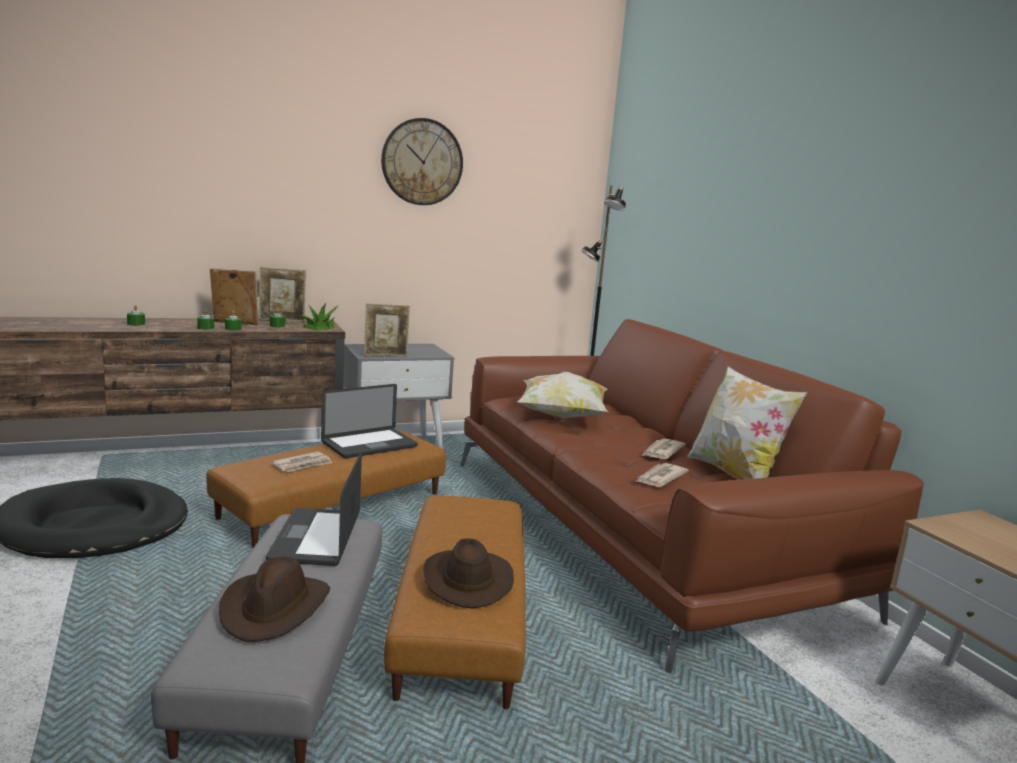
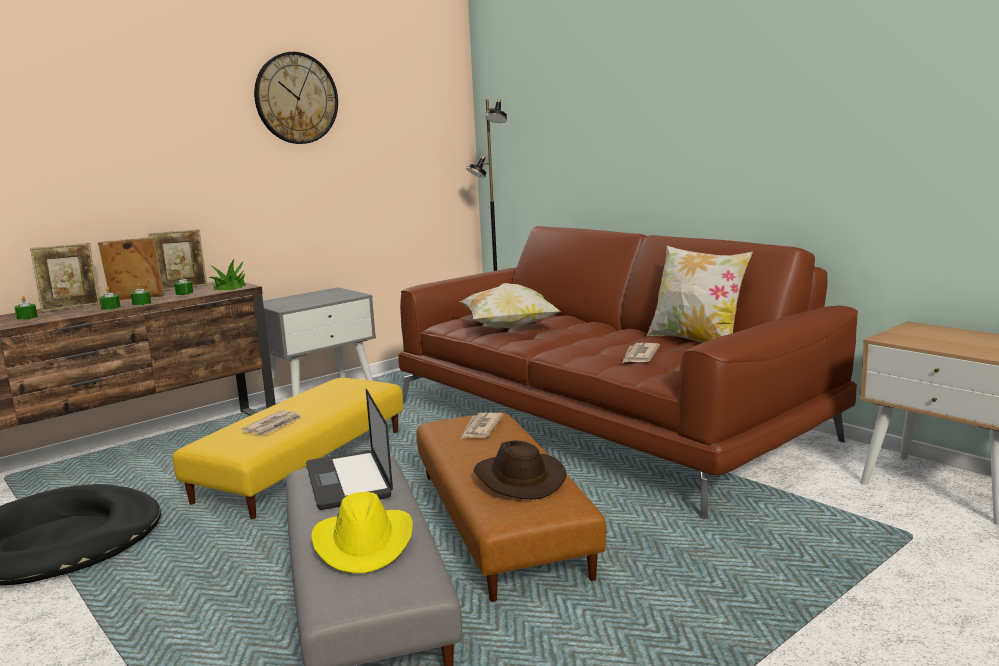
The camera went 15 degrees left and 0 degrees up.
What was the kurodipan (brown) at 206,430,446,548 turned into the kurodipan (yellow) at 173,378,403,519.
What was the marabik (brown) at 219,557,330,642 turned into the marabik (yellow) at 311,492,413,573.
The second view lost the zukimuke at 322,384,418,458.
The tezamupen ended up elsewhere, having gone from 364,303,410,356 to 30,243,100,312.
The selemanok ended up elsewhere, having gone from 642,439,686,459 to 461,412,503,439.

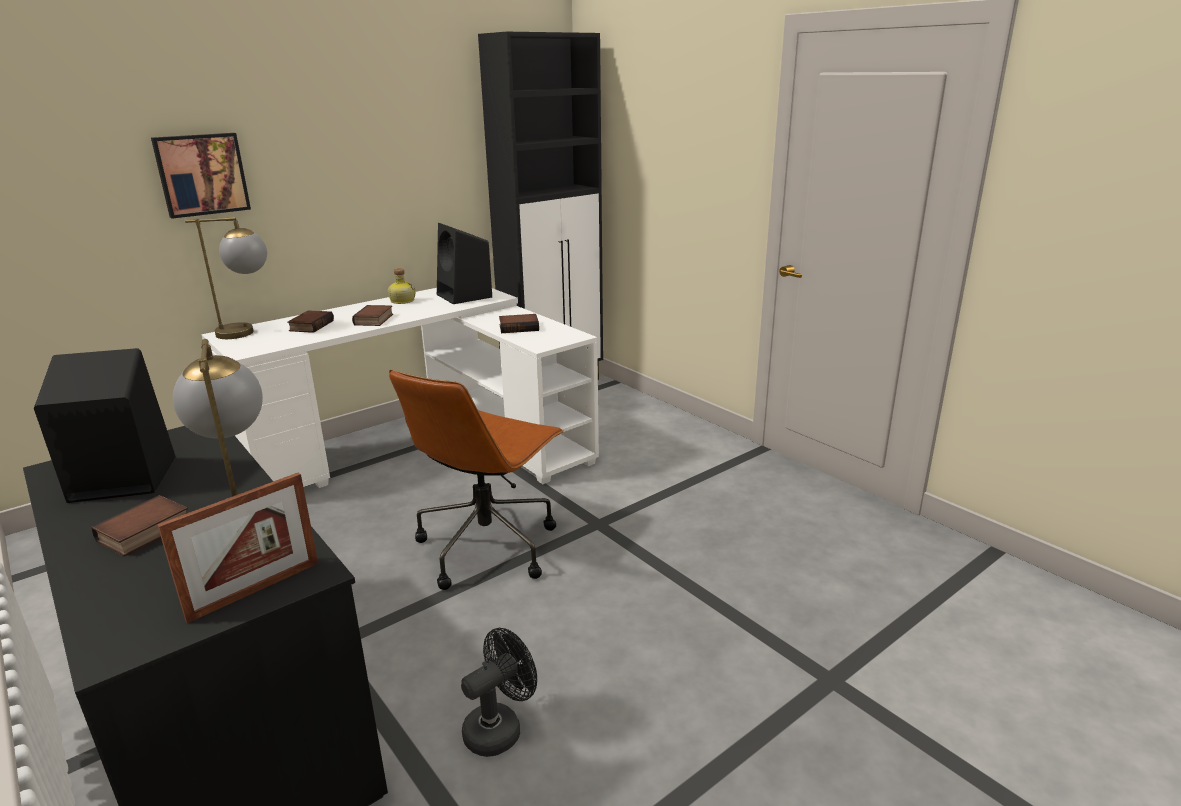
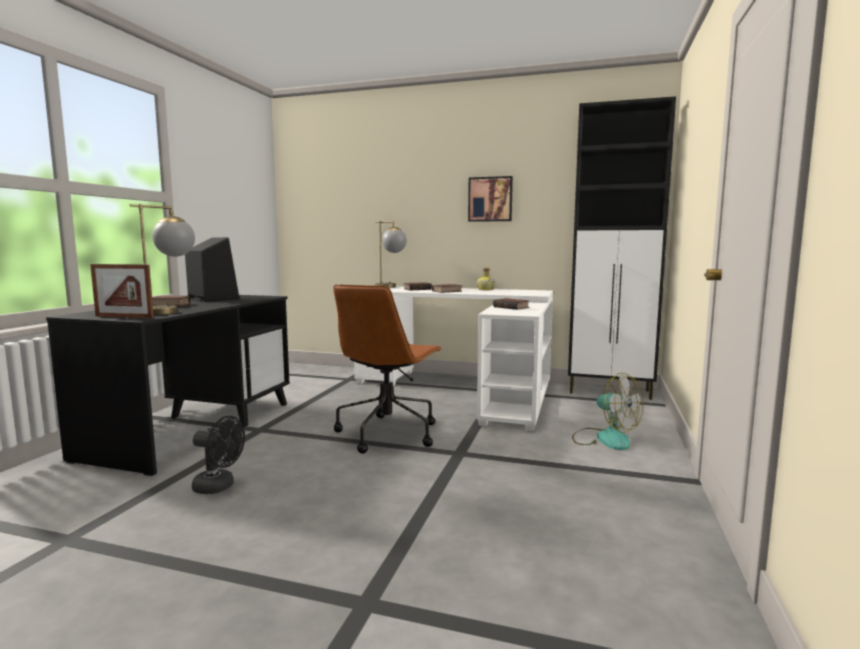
The camera went 55 degrees right and 15 degrees down.
The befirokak ended up elsewhere, having gone from 151,133,251,219 to 468,176,513,222.
The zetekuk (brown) at 389,369,564,590 ended up facing another way, 60 degrees counterclockwise from before.
The second view lost the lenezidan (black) at 437,223,492,304.
The second view gained the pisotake at 572,373,643,450.

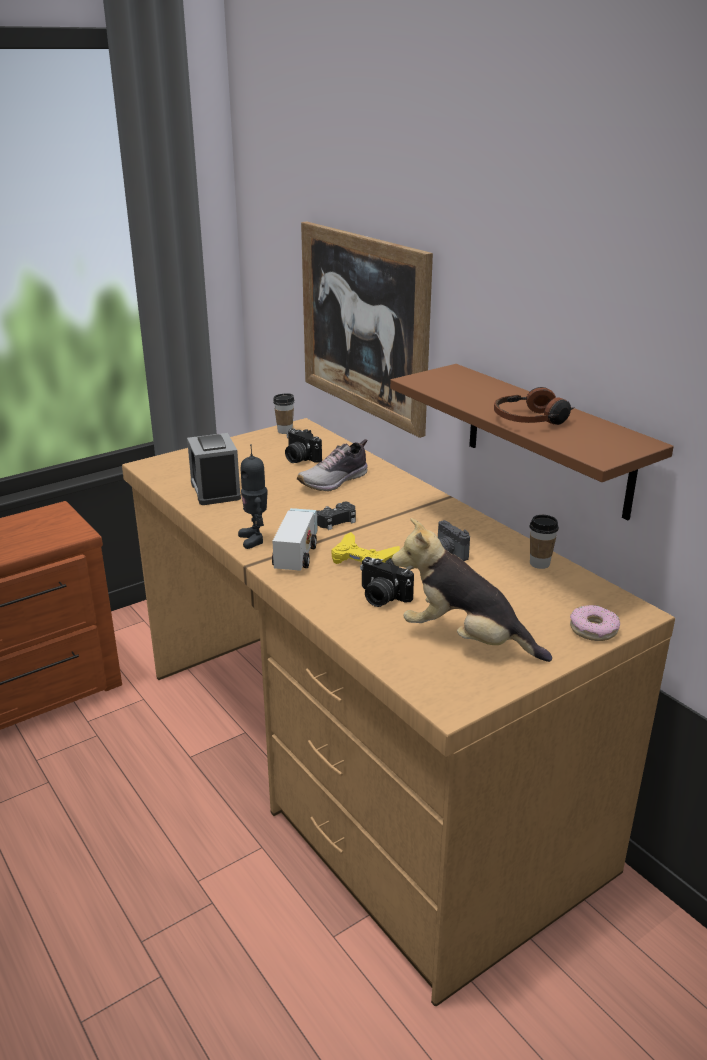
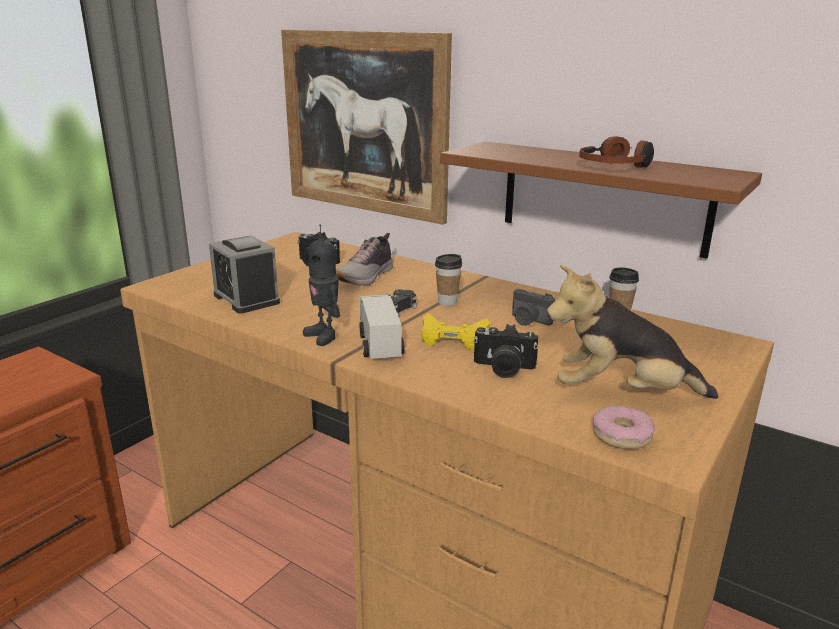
The camera went 20 degrees left and 5 degrees down.
The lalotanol ended up elsewhere, having gone from 273,393,295,434 to 435,254,462,306.
The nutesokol ended up elsewhere, having gone from 570,605,620,641 to 593,405,655,449.

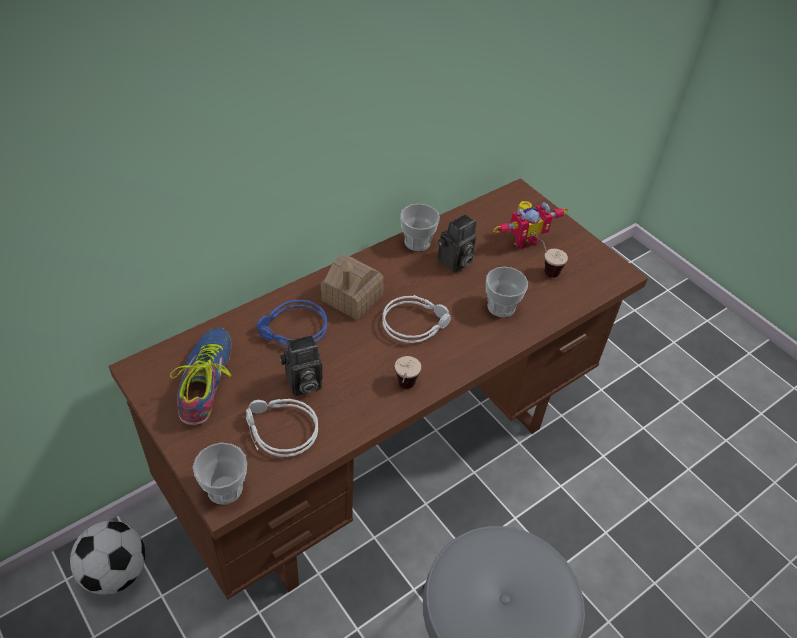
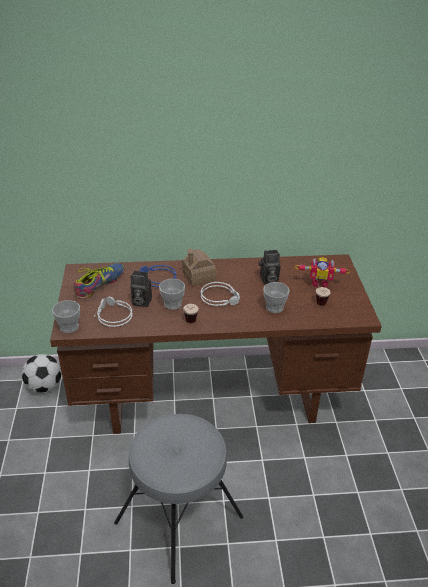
The camera went 35 degrees right and 10 degrees down.
The lalotanol ended up elsewhere, having gone from 400,204,440,251 to 159,279,185,310.

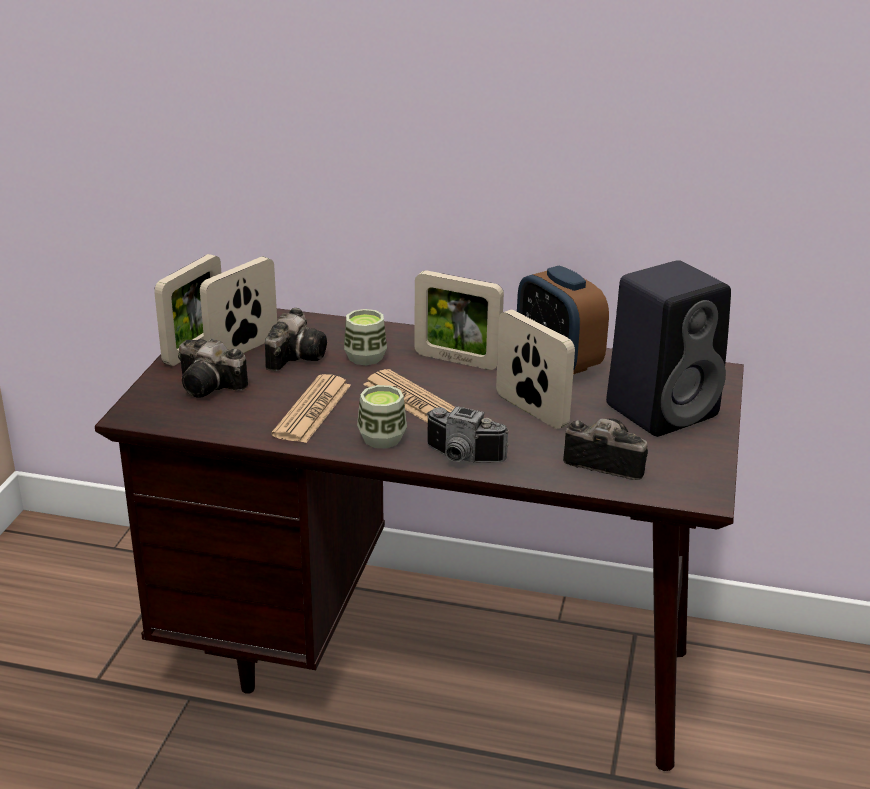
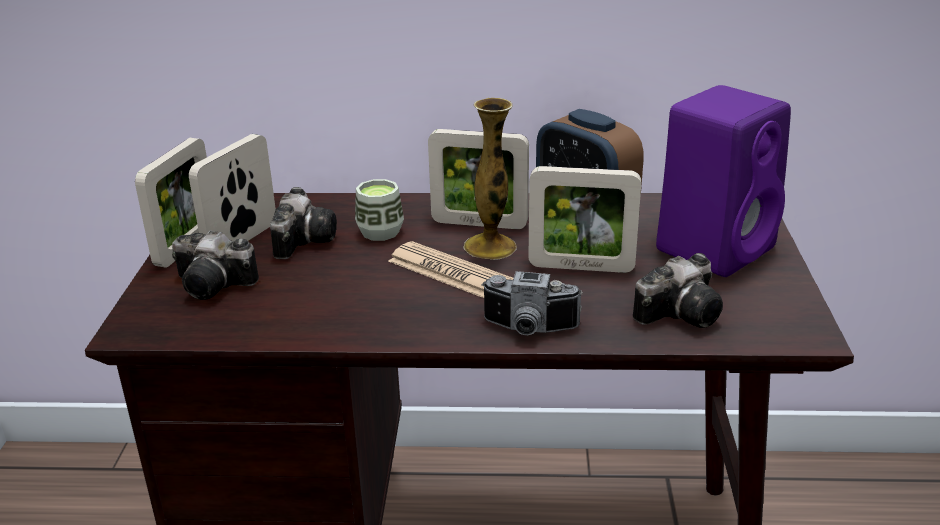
The camera went 10 degrees left and 0 degrees up.
The second view lost the selemanok at 271,374,351,443.
The second view lost the lalotanol at 357,385,407,448.
The tezamupen at 496,310,575,429 ended up facing another way, 150 degrees clockwise from before.
The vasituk at 563,418,648,480 ended up facing another way, 135 degrees clockwise from before.
What was the lenezidan (black) at 606,260,731,437 turned into the lenezidan (purple) at 656,85,791,277.
The second view gained the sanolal at 464,98,517,260.

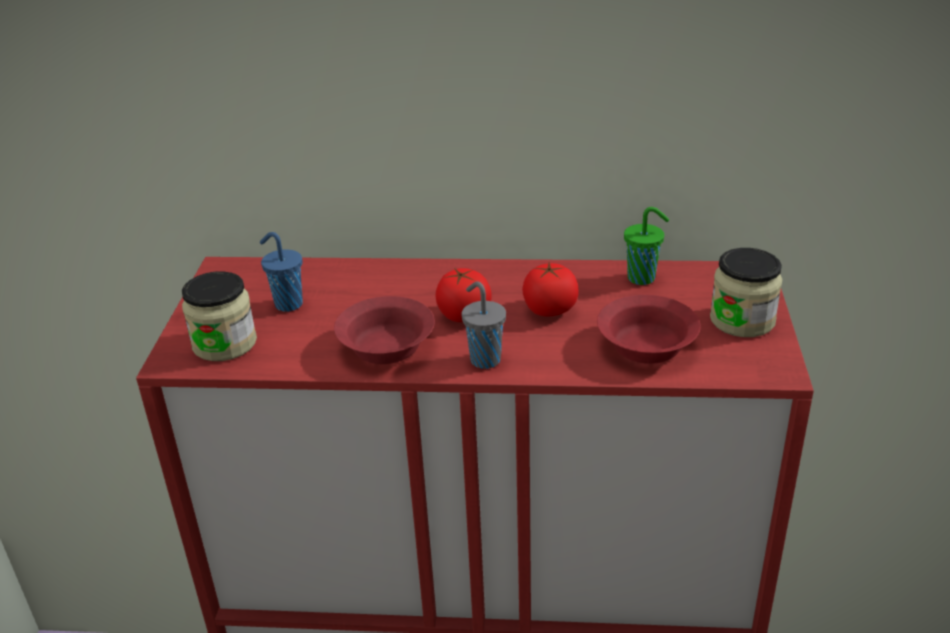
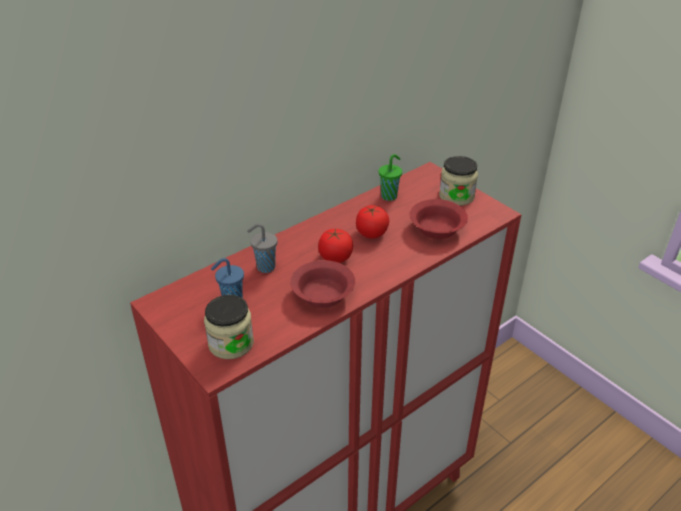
The camera went 45 degrees left and 5 degrees up.
The lalotanol (grey) ended up elsewhere, having gone from 462,282,506,369 to 247,224,278,273.

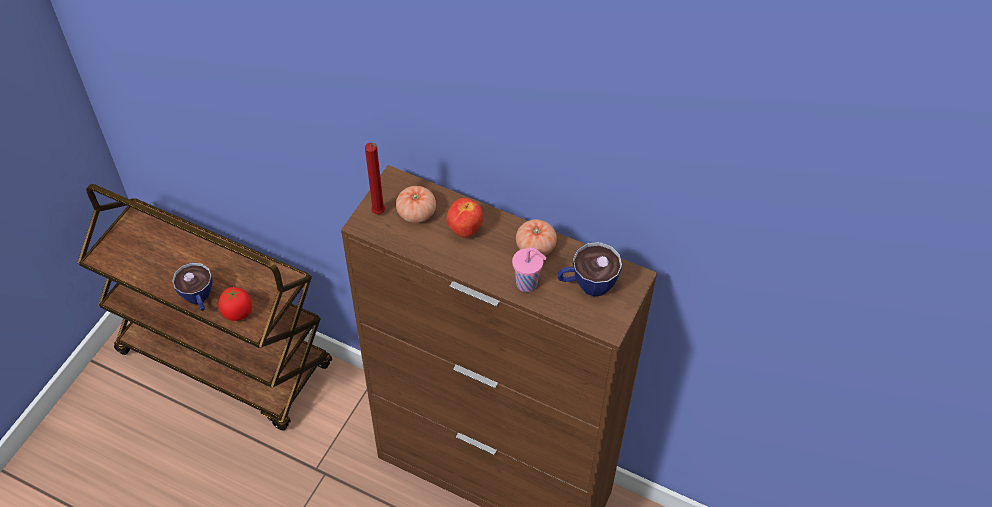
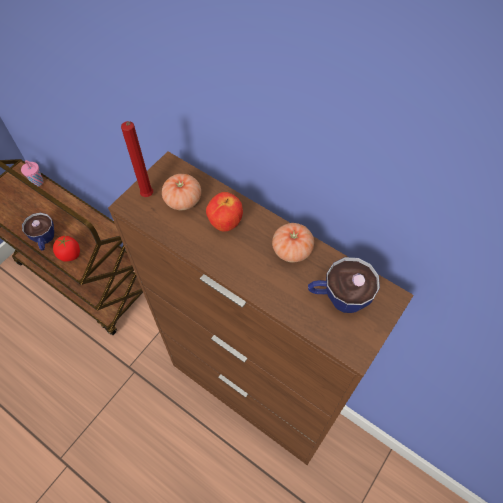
The camera went 10 degrees right and 5 degrees up.
The lalotanol (pink) ended up elsewhere, having gone from 512,247,547,292 to 21,160,44,187.

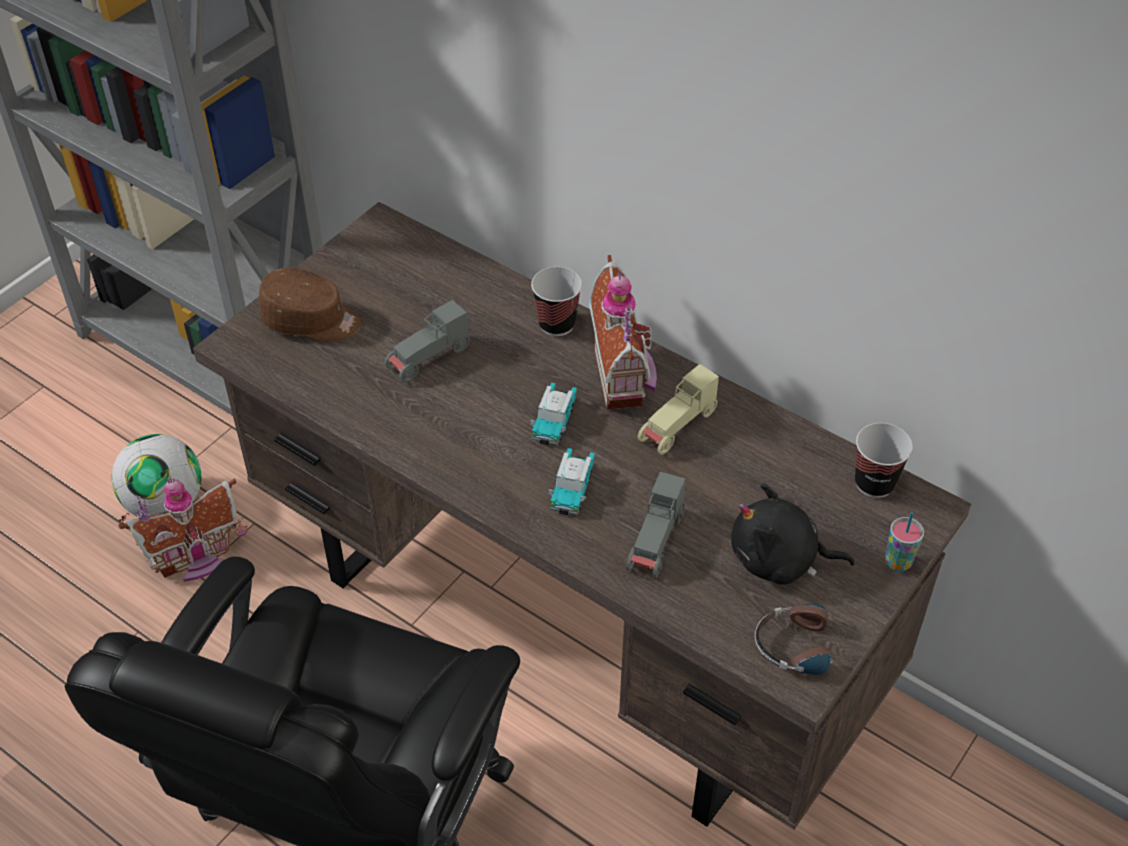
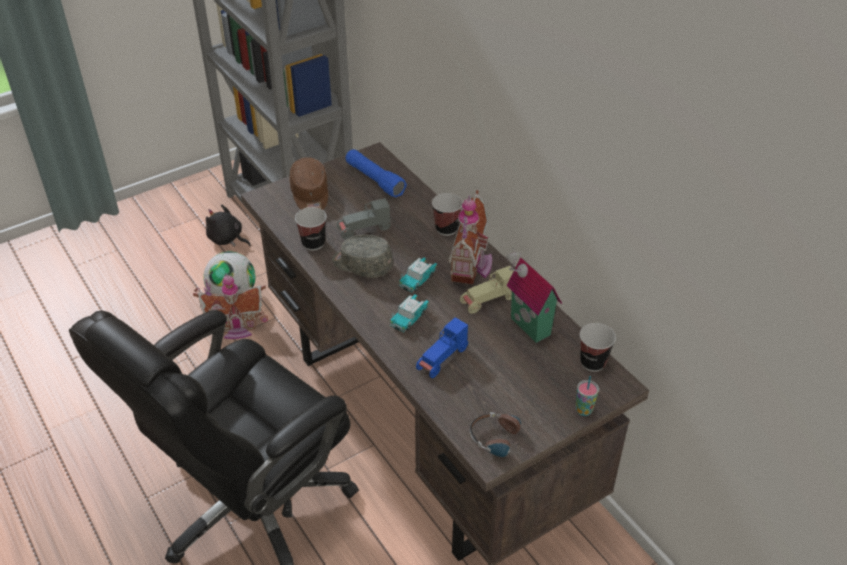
The camera went 20 degrees right and 5 degrees down.
The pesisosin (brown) at 259,267,361,341 ended up facing another way, 45 degrees clockwise from before.
What was the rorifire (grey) at 626,472,685,578 turned into the rorifire (blue) at 416,317,468,378.
The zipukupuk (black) ended up elsewhere, having gone from 731,483,855,584 to 206,204,251,247.
The second view gained the lalotanol at 295,207,327,251.
The second view gained the pesisosin (grey) at 332,235,393,278.
The second view gained the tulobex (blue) at 345,149,407,197.
The second view gained the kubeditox at 506,248,562,343.

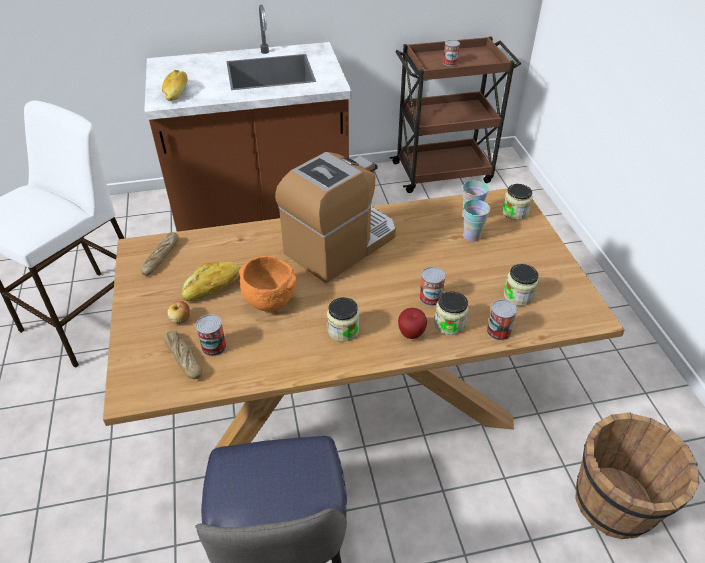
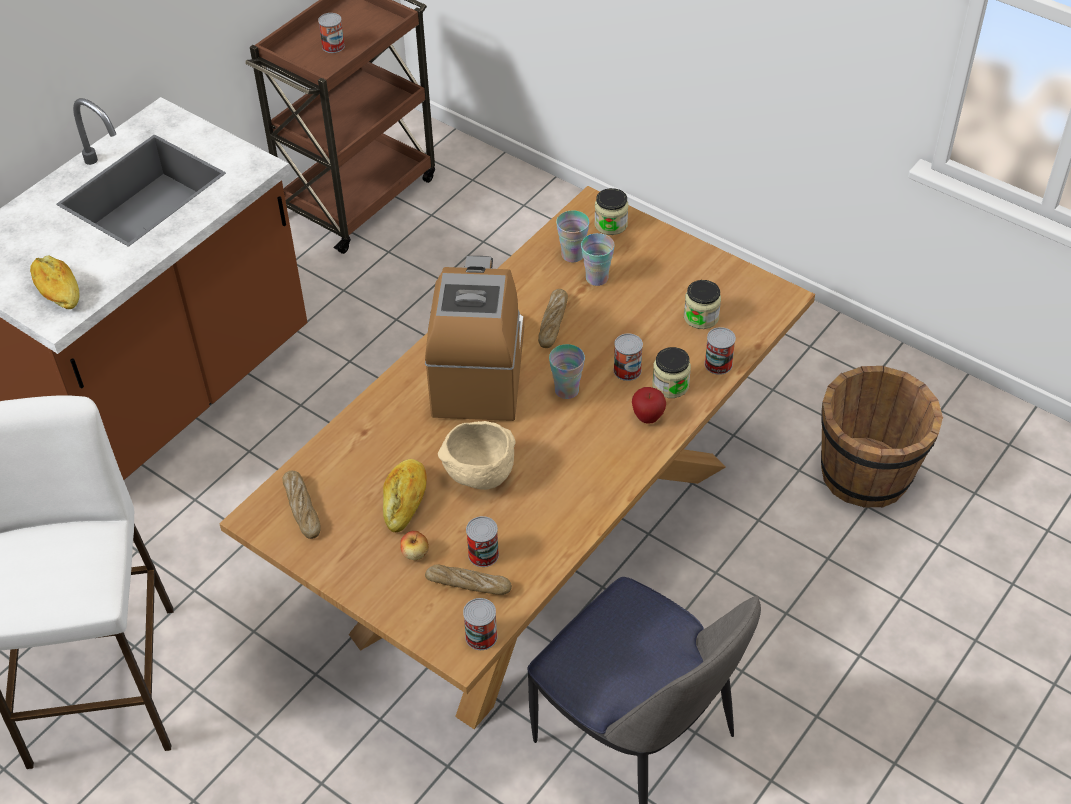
The camera went 40 degrees left and 5 degrees up.
What was the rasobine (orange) at 239,256,297,312 turned into the rasobine (beige) at 438,421,516,490.
The second view lost the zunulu at 327,297,359,342.
The second view gained the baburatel at 463,598,498,650.
The second view gained the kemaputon at 538,289,568,348.
The second view gained the lalotanol at 549,344,585,399.

